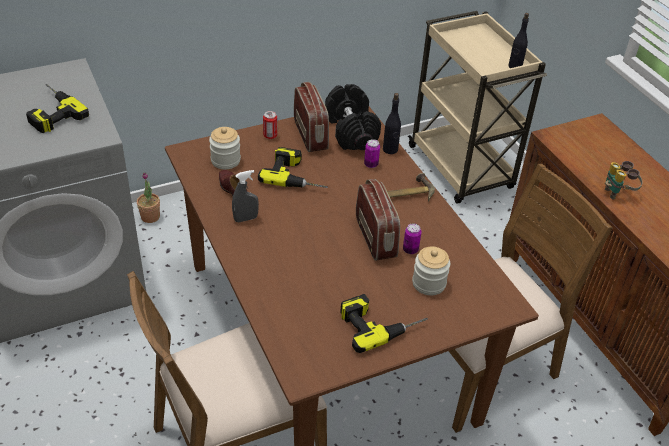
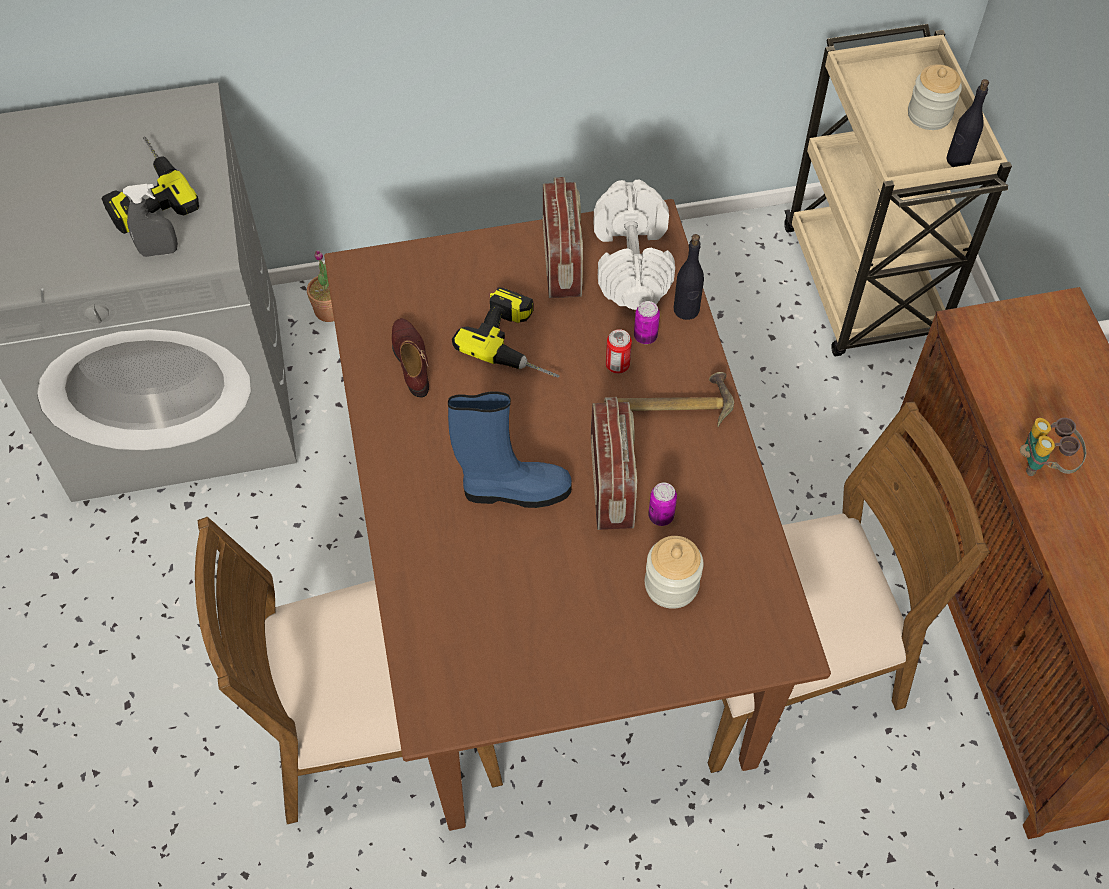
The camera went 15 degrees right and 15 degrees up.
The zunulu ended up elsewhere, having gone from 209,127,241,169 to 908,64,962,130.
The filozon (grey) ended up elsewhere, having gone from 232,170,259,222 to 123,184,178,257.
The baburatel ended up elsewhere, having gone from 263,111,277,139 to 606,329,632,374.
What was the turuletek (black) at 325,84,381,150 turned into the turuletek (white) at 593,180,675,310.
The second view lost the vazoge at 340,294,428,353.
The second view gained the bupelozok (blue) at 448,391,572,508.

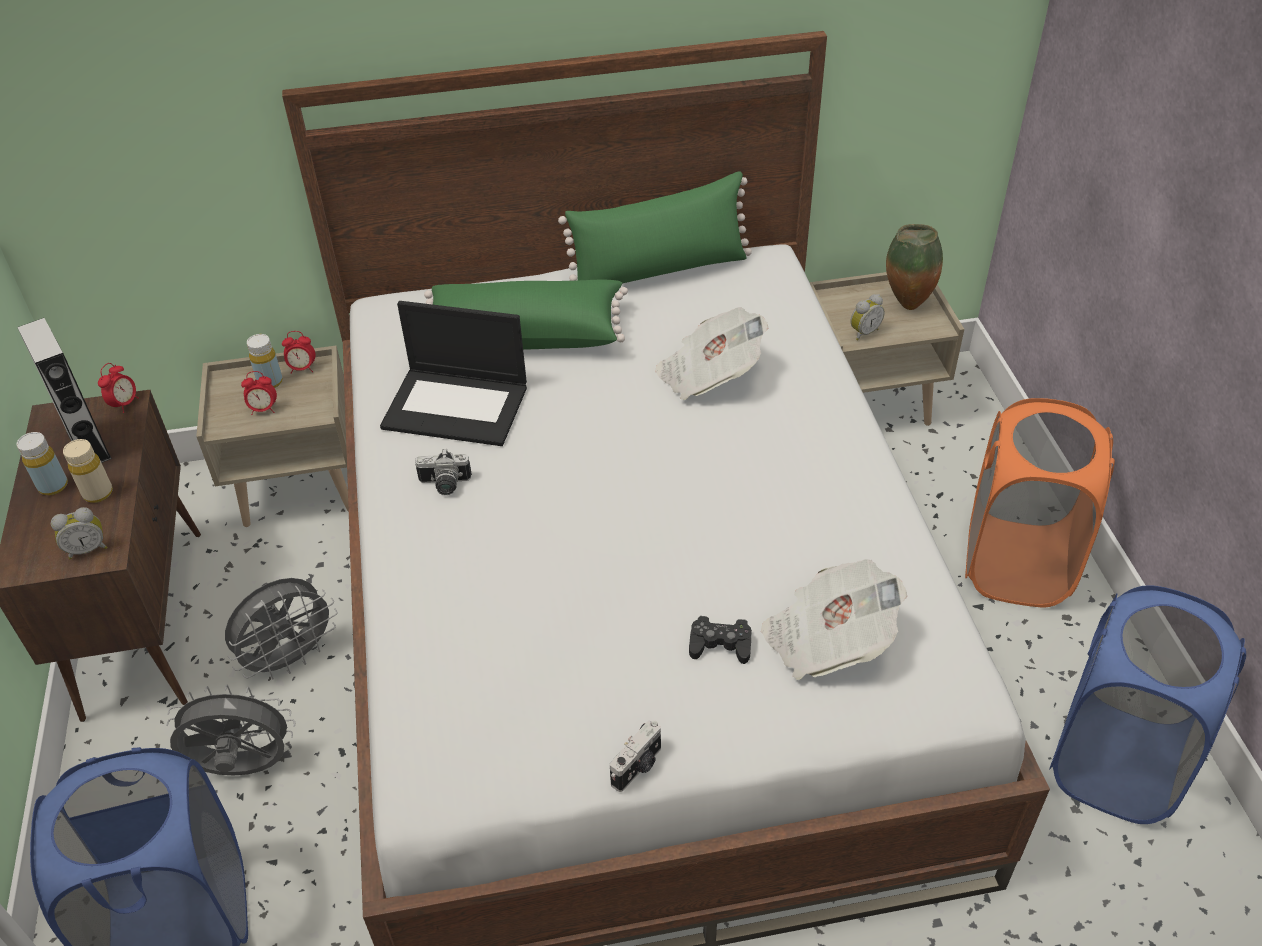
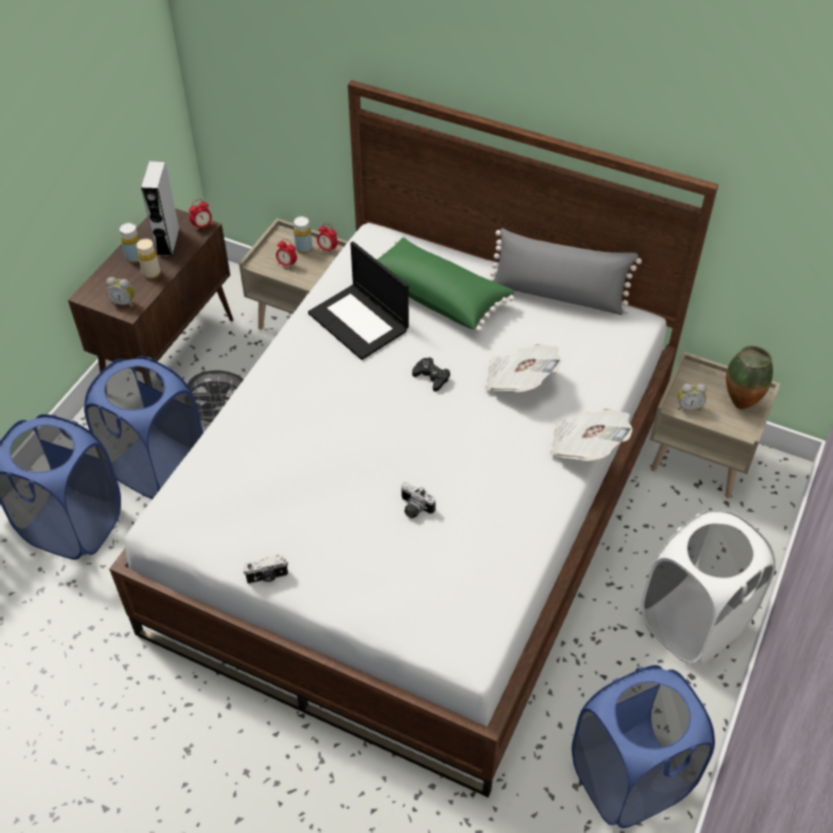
The camera went 35 degrees right and 5 degrees up.
Where the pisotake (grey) stood at 166,685,295,775, the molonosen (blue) came to stand at 84,356,203,499.
The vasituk ended up elsewhere, having gone from 415,449,472,495 to 401,482,436,518.
What was the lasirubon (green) at 558,171,752,284 turned into the lasirubon (grey) at 488,228,642,315.
The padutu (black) ended up elsewhere, having gone from 689,616,752,664 to 412,357,450,392.
The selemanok ended up elsewhere, having gone from 761,559,907,680 to 550,409,632,461.
What was the molonosen (orange) at 965,398,1115,607 turned into the molonosen (white) at 641,509,776,664.

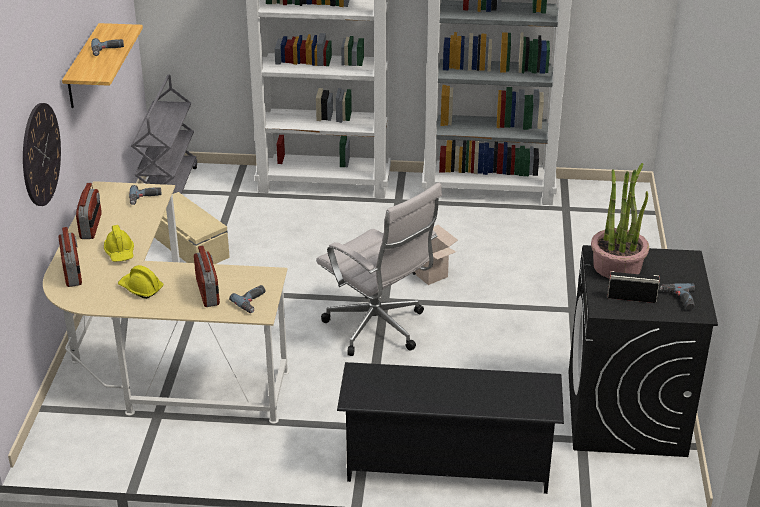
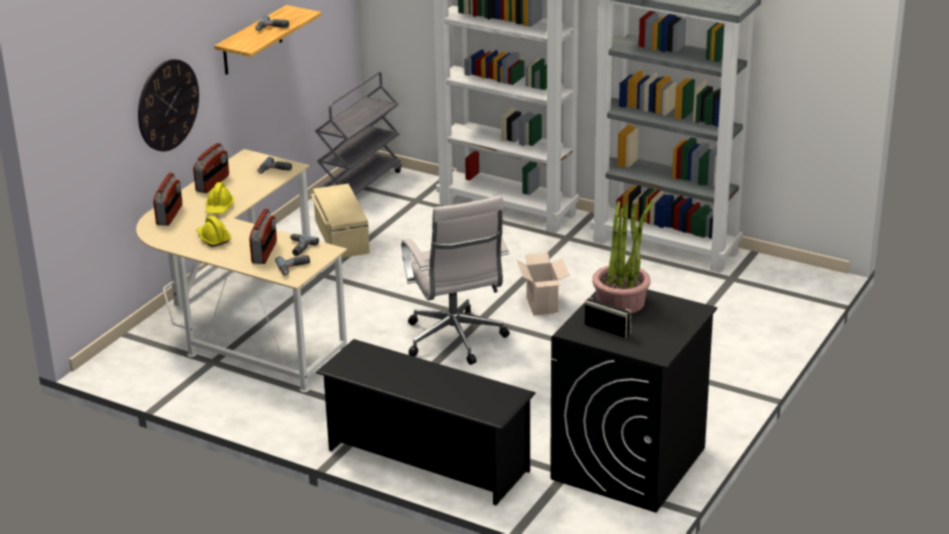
The camera went 25 degrees right and 5 degrees down.
The vazoge ended up elsewhere, having gone from 660,283,695,310 to 290,234,319,256.

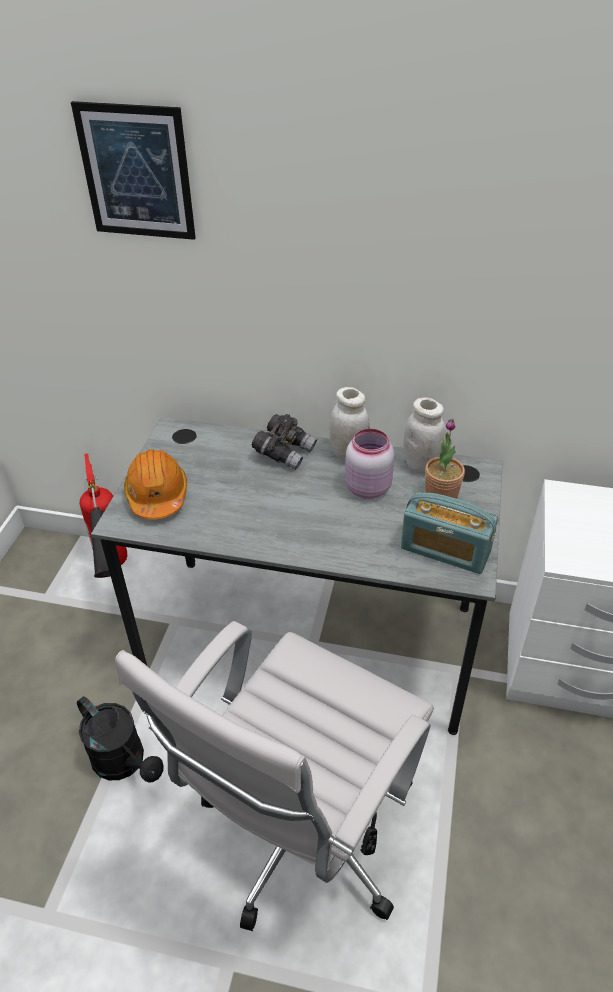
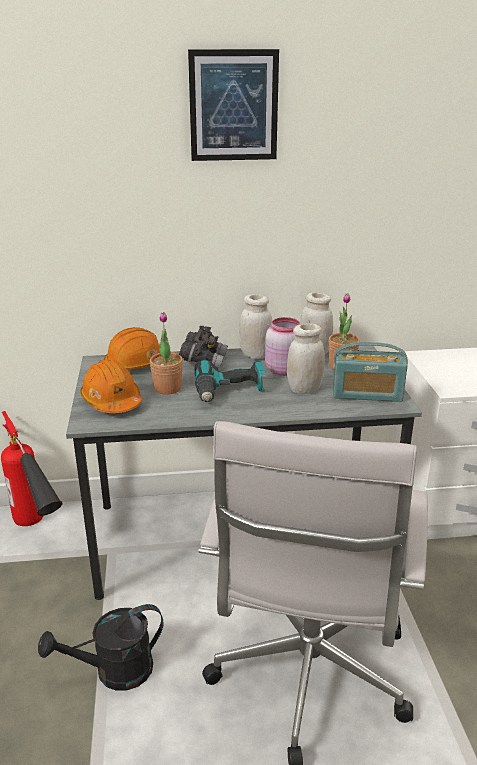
The camera went 20 degrees left and 15 degrees down.
The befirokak ended up elsewhere, having gone from 71,101,196,240 to 188,49,279,161.
The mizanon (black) at 77,696,163,783 ended up facing another way, 135 degrees clockwise from before.
The second view gained the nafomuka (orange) at 104,327,160,370.
The second view gained the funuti at 150,312,183,395.
The second view gained the vazoge at 194,360,265,402.
The second view gained the zunulu (white) at 287,323,325,394.

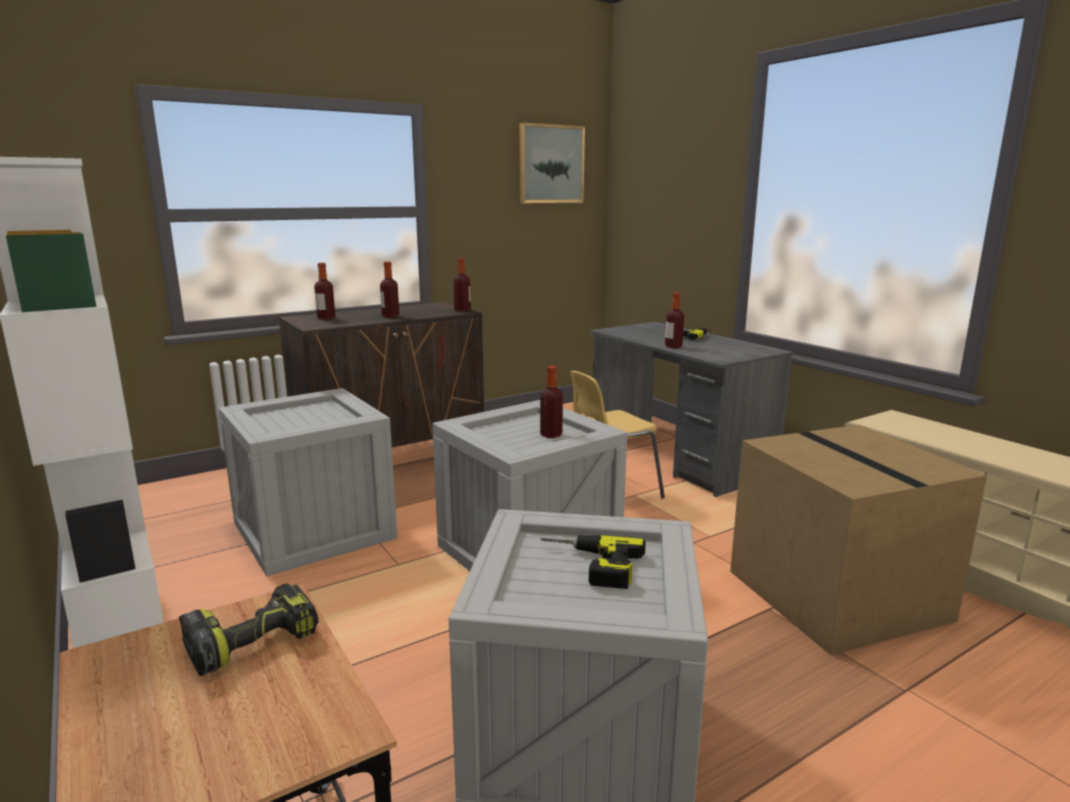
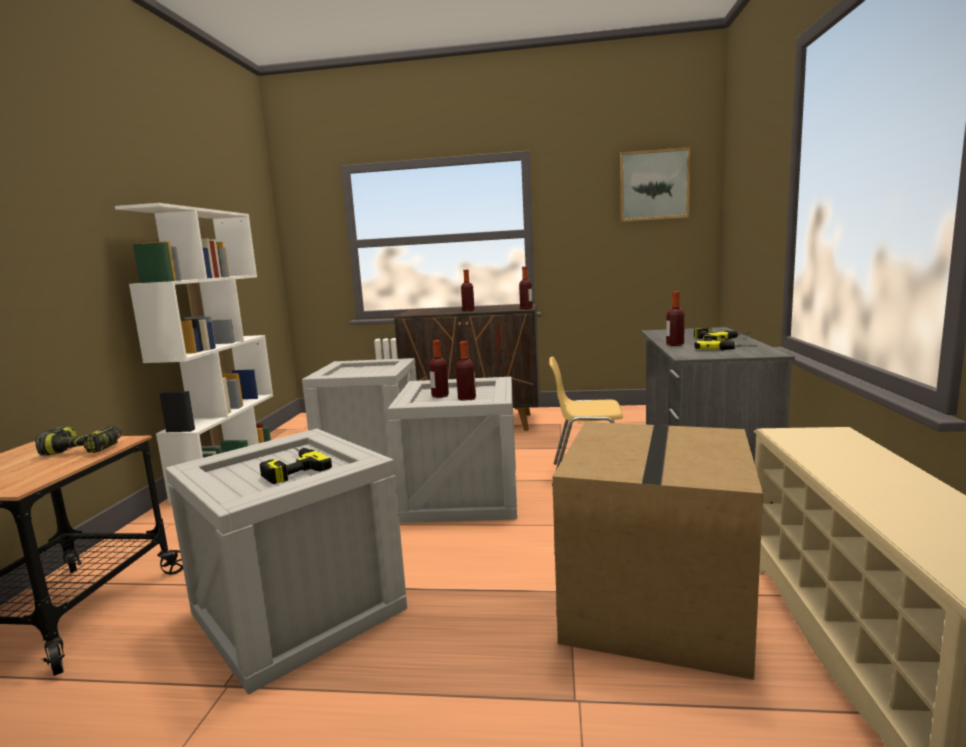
The camera went 40 degrees right and 5 degrees down.
The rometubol ended up elsewhere, having gone from 314,263,335,320 to 429,340,449,398.
The second view gained the vazoge at 694,335,757,350.

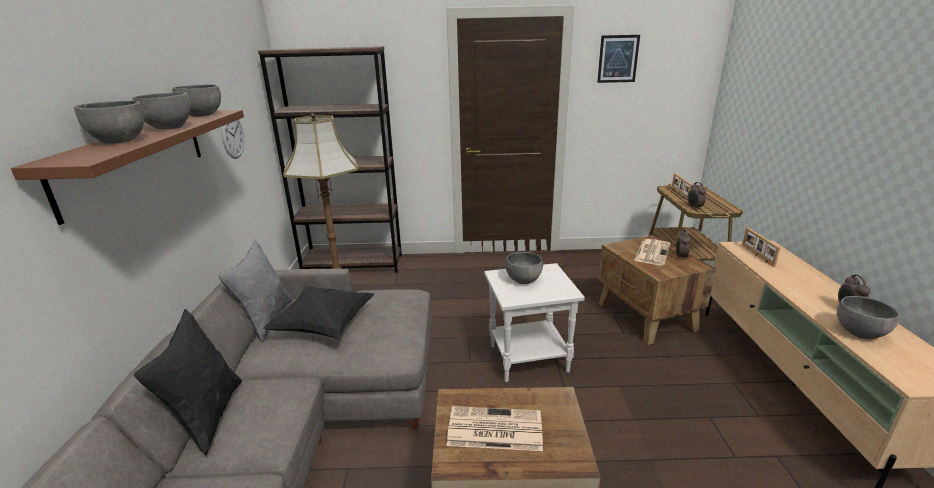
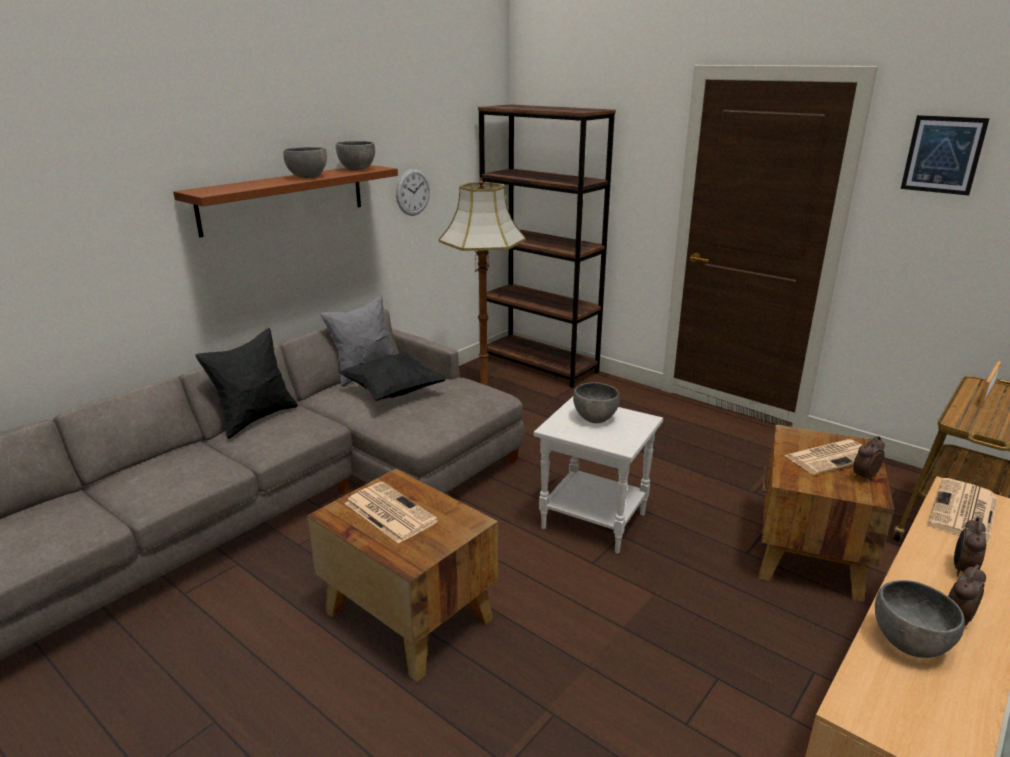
The camera went 40 degrees right and 0 degrees up.
The second view lost the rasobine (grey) at 74,101,145,144.
The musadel ended up elsewhere, having gone from 687,182,706,209 to 954,517,987,576.
Where the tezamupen stood at 742,228,780,267, the selemanok came to stand at 928,478,998,545.

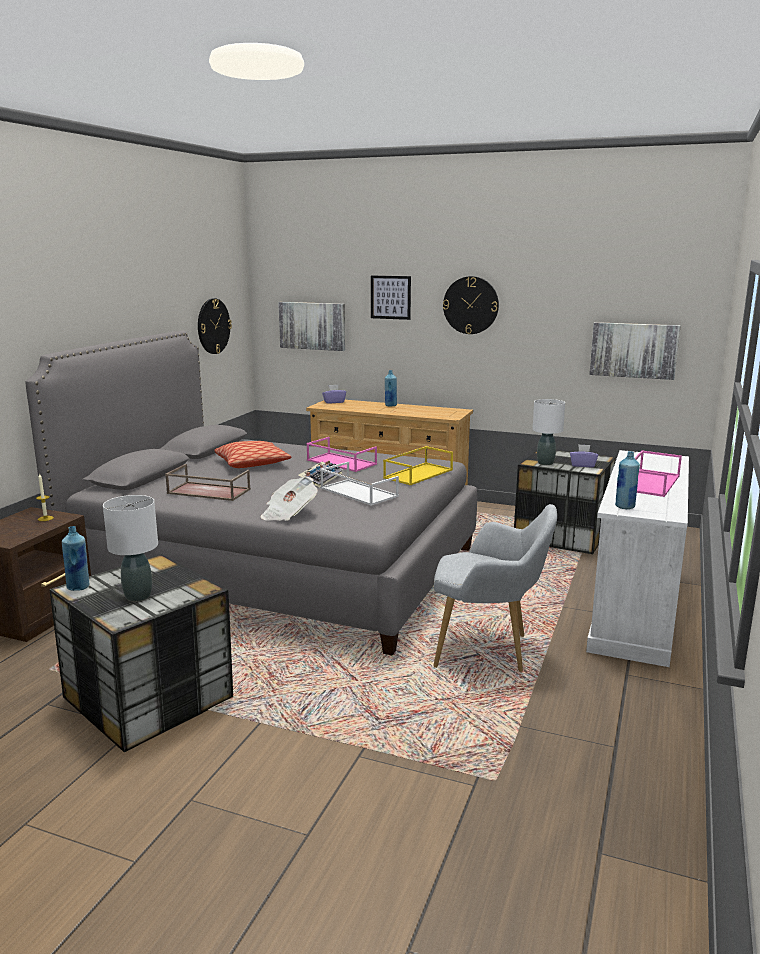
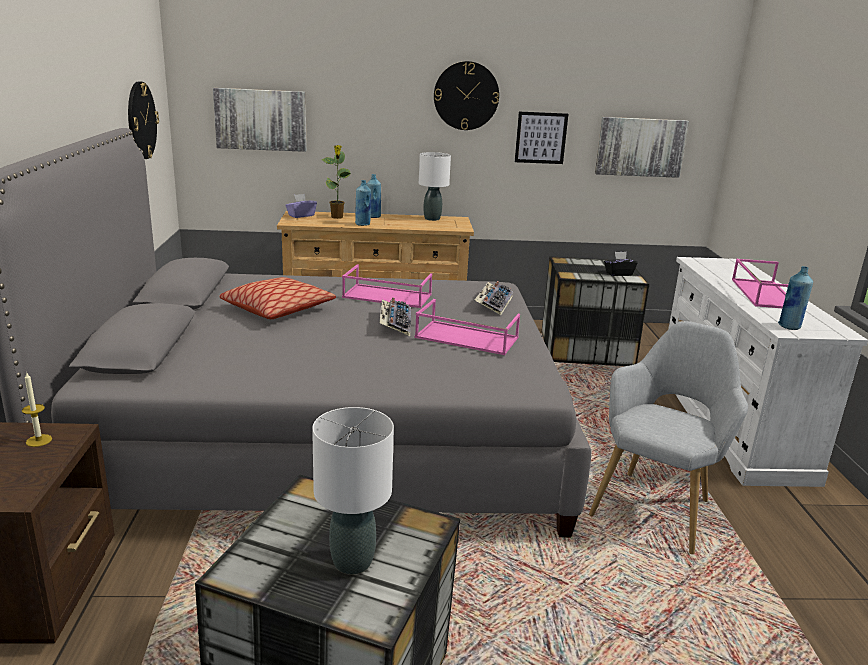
The camera went 25 degrees left and 5 degrees up.
The rometubol (blue) ended up elsewhere, having gone from 62,526,89,591 to 355,180,371,226.
The second view lost the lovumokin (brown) at 165,464,251,501.
The second view lost the selemanok at 261,477,318,521.
What was the lovumokin (white) at 320,462,399,506 turned into the lovumokin (pink) at 415,299,520,355.
The befirokak ended up elsewhere, having gone from 371,276,411,320 to 515,112,568,164.
Where the lovumokin (yellow) stood at 383,446,453,485, the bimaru came to stand at 474,281,513,315.
The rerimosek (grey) at 433,504,557,672 ended up facing another way, 45 degrees counterclockwise from before.
The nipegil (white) ended up elsewhere, having gone from 532,399,565,465 to 419,152,451,221.
What was the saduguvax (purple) at 570,444,598,467 turned into the saduguvax (black) at 604,252,638,276.
The second view gained the funuti at 321,145,350,219.

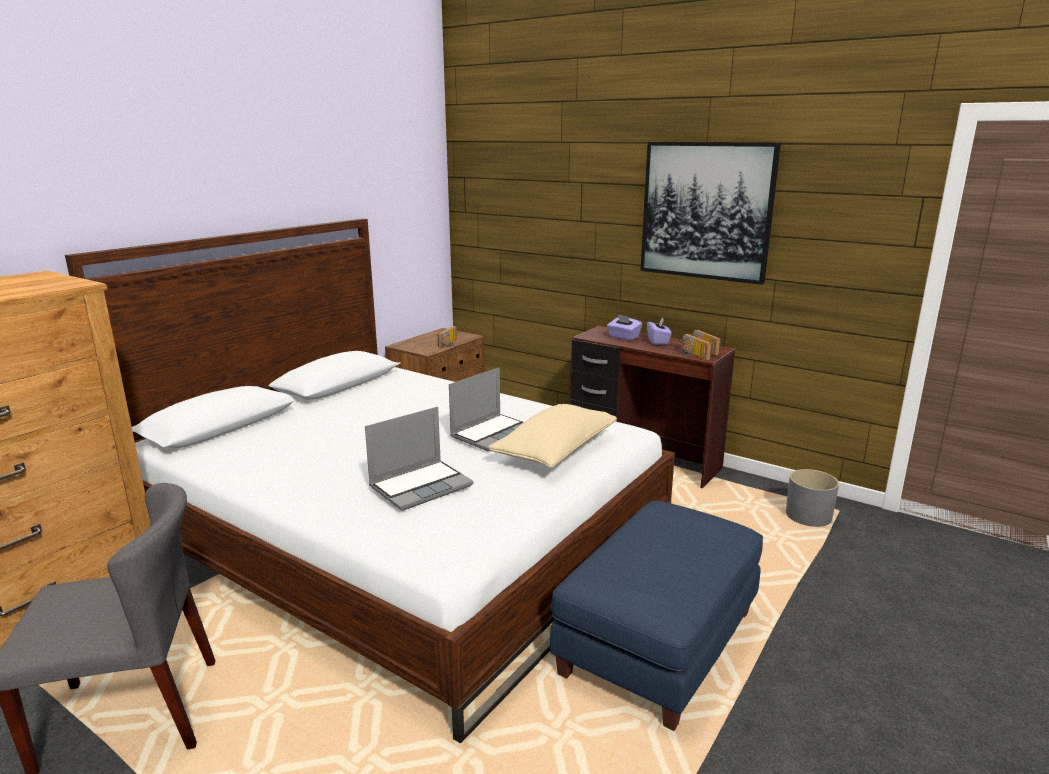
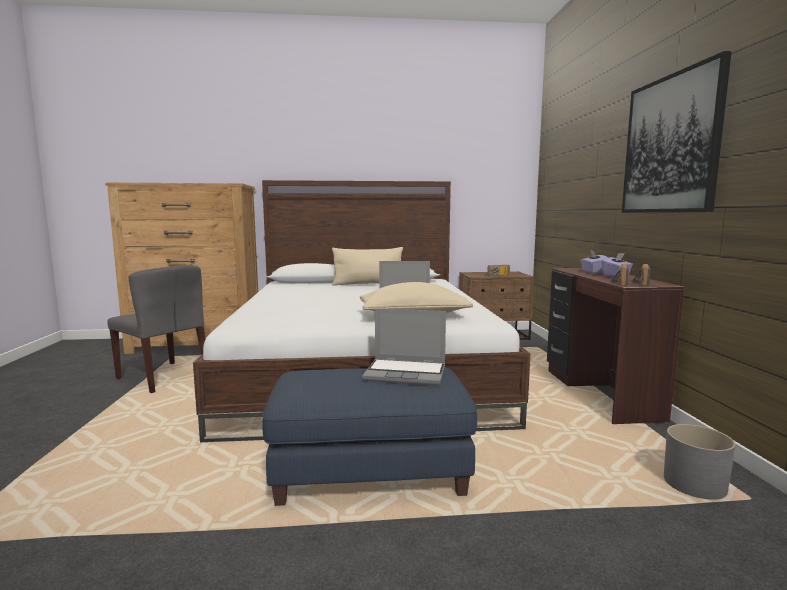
The camera went 50 degrees right and 10 degrees down.
The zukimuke ended up elsewhere, having gone from 365,407,473,511 to 362,308,446,386.
The second view gained the lasirubon (beige) at 332,247,403,286.

